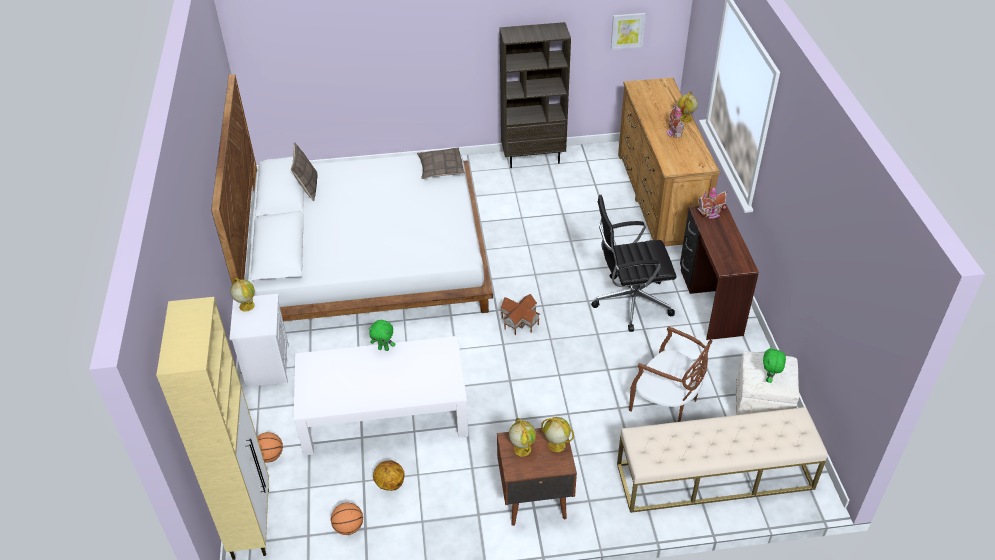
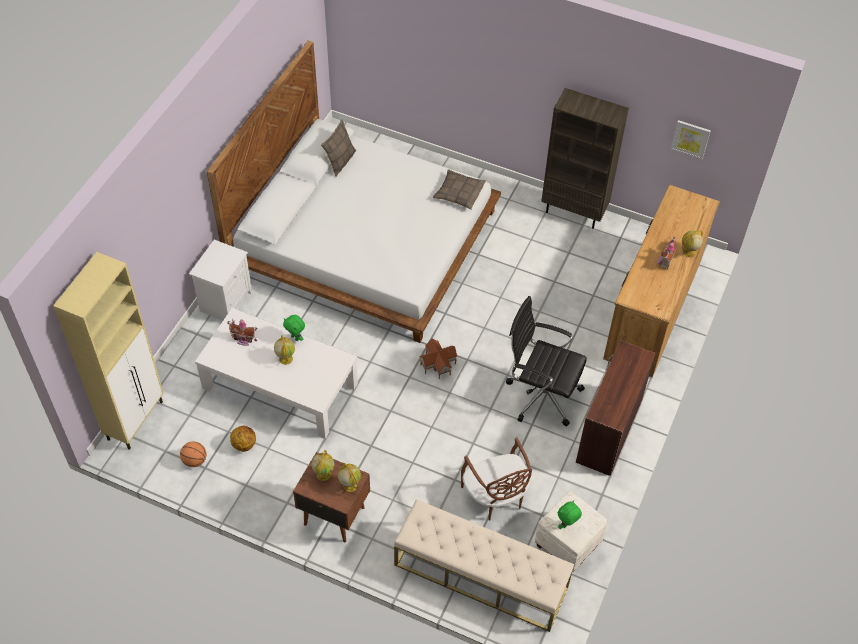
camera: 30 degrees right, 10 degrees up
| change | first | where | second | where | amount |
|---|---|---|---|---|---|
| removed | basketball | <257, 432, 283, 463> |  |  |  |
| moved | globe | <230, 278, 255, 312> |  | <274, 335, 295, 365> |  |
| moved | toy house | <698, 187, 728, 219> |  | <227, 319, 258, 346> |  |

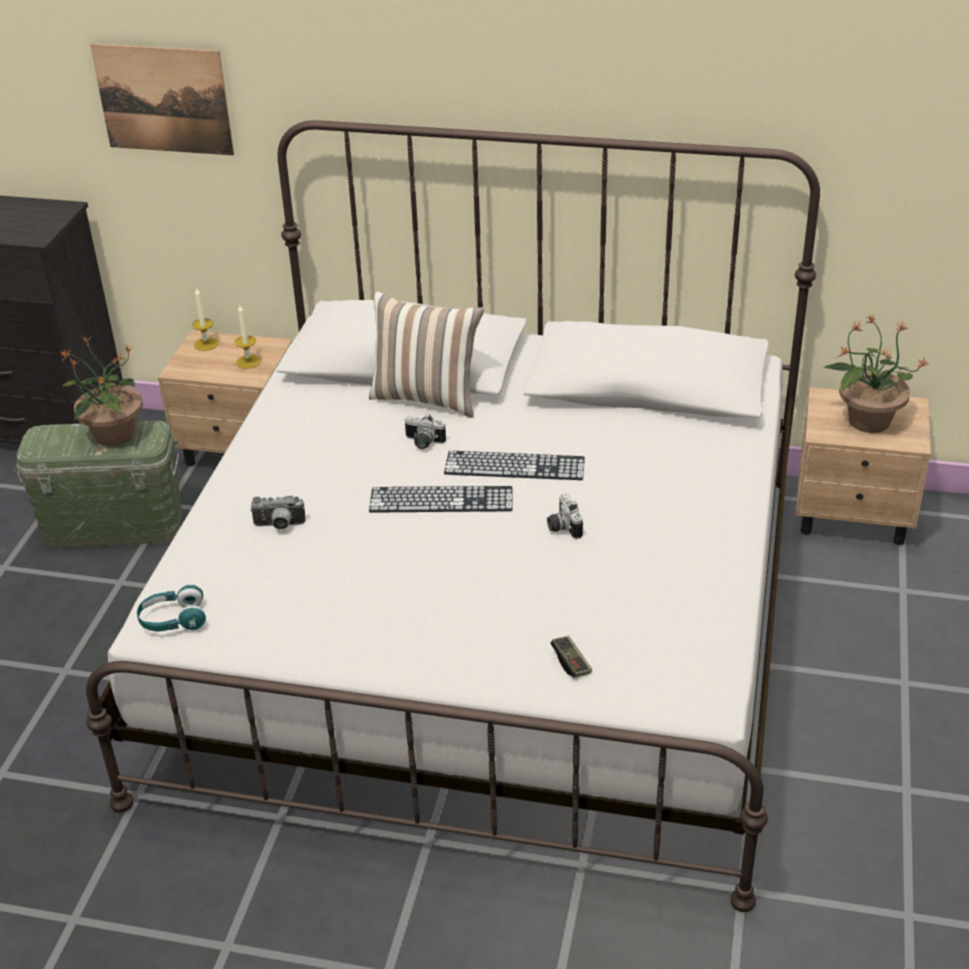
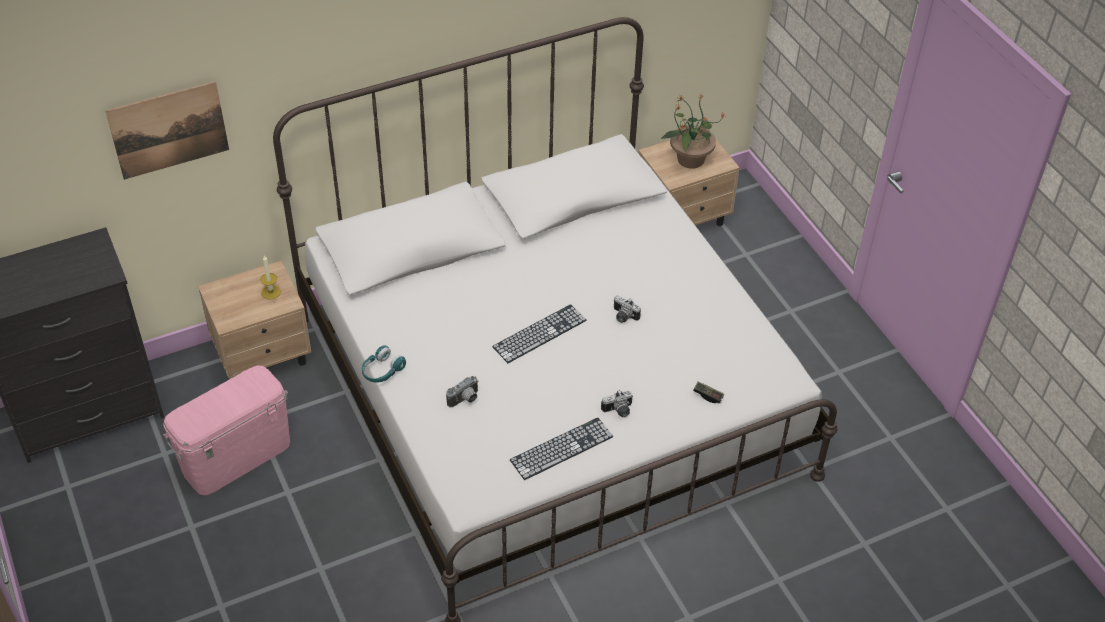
camera: 40 degrees left, 10 degrees up
| change | first | where | second | where | amount |
|---|---|---|---|---|---|
| removed | potted plant | <60, 336, 143, 446> |  |  |  |
| removed | candle | <192, 287, 218, 351> |  |  |  |
| removed | pillow | <369, 291, 484, 418> |  |  |  |
| moved | turquoise headphones | <137, 585, 206, 631> |  | <362, 345, 406, 383> |  |
| moved | photo camera | <405, 413, 446, 449> |  | <601, 390, 633, 417> |  |
| moved | keyboard | <444, 451, 585, 480> |  | <510, 418, 613, 480> |  |
| recoloured | green storage box | <15, 421, 182, 547> | pink storage box | <163, 366, 290, 495> |  |

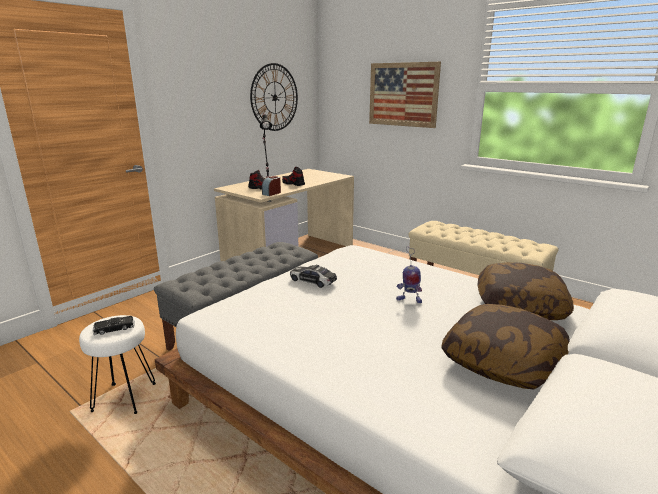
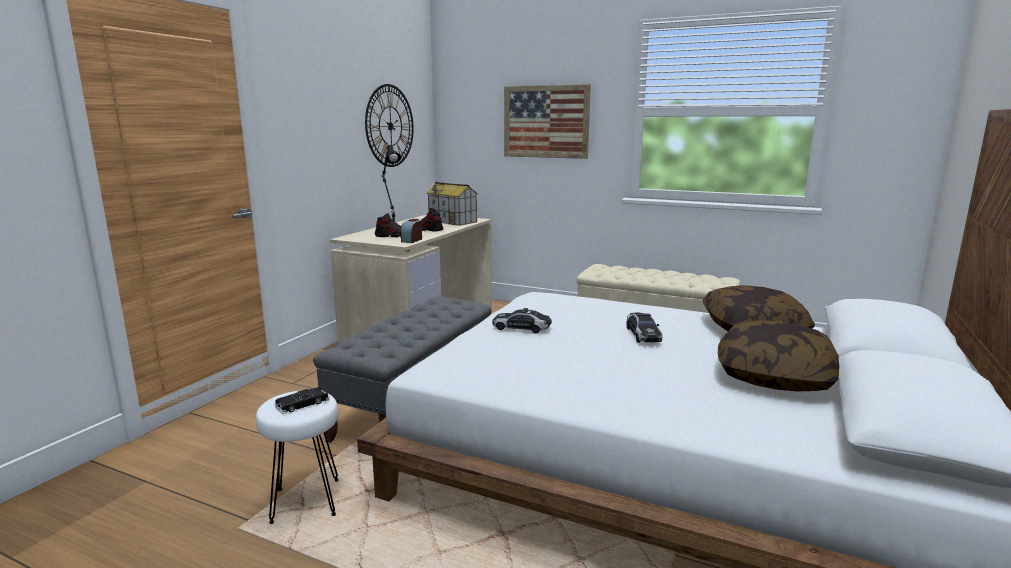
camera: 15 degrees left, 5 degrees down
| change | first | where | second | where | amount |
|---|---|---|---|---|---|
| added |  |  | toy house | <427, 182, 478, 226> |  |
| replaced | toy robot | <396, 246, 422, 303> | toy car | <627, 313, 663, 342> |  |

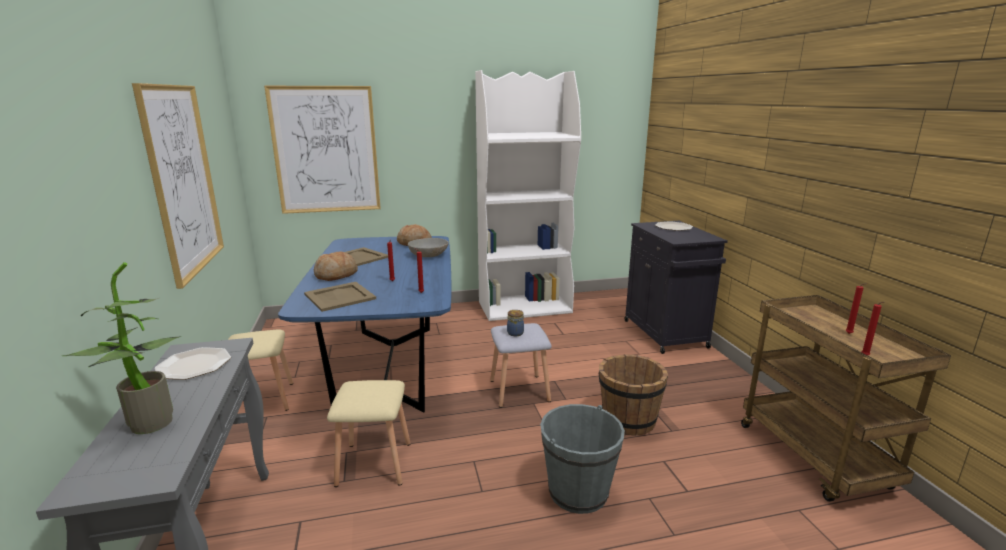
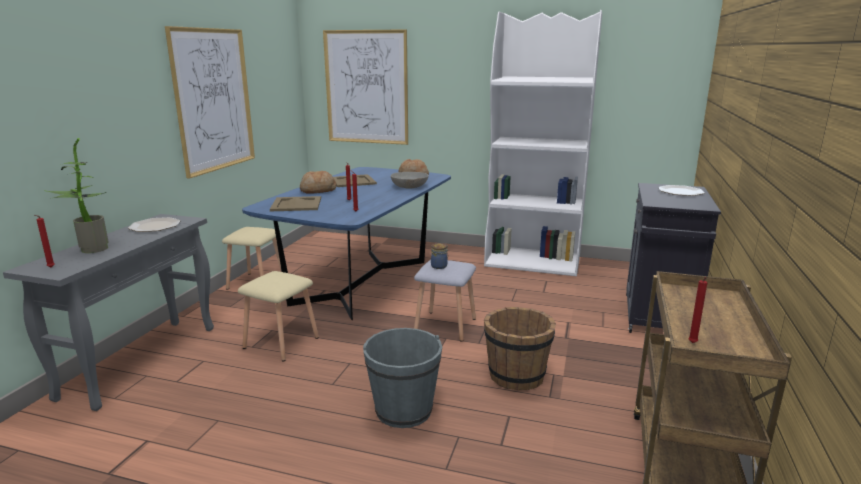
camera: 30 degrees right, 0 degrees up
| change | first | where | second | where | amount |
|---|---|---|---|---|---|
| moved | red candle | <846, 283, 868, 334> |  | <35, 215, 55, 268> |  |

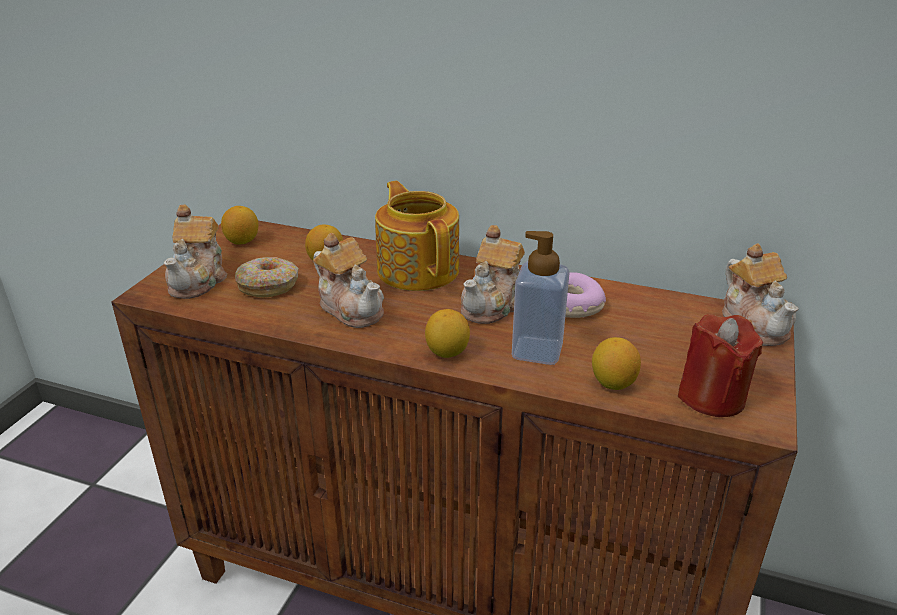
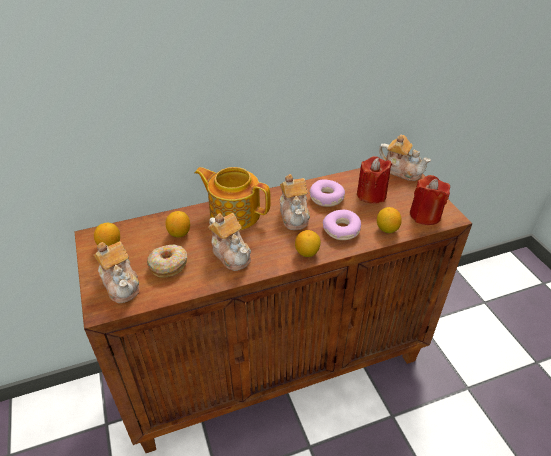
camera: 40 degrees left, 10 degrees up
| change | first | where | second | where | amount |
|---|---|---|---|---|---|
| added |  |  | red candle | <357, 156, 392, 204> |  |
| replaced | soap dispenser | <512, 231, 570, 365> | donut | <323, 210, 361, 240> |  |
| turned | teapot | <313, 233, 384, 328> |  | <208, 213, 251, 271> | 45 degrees clockwise |

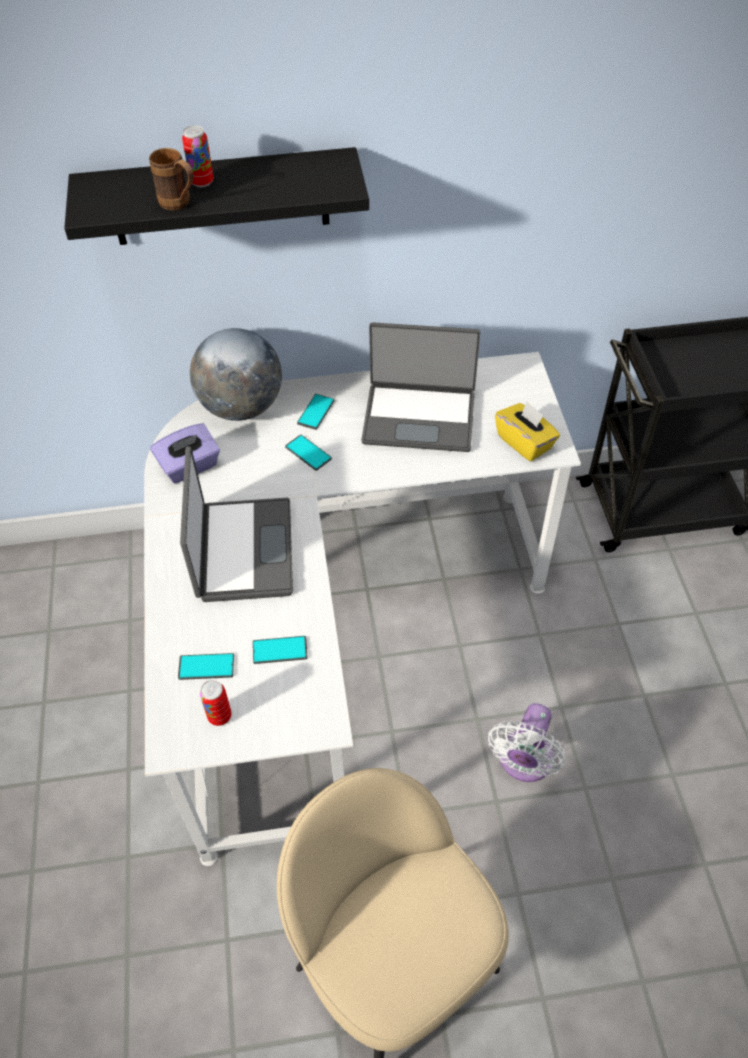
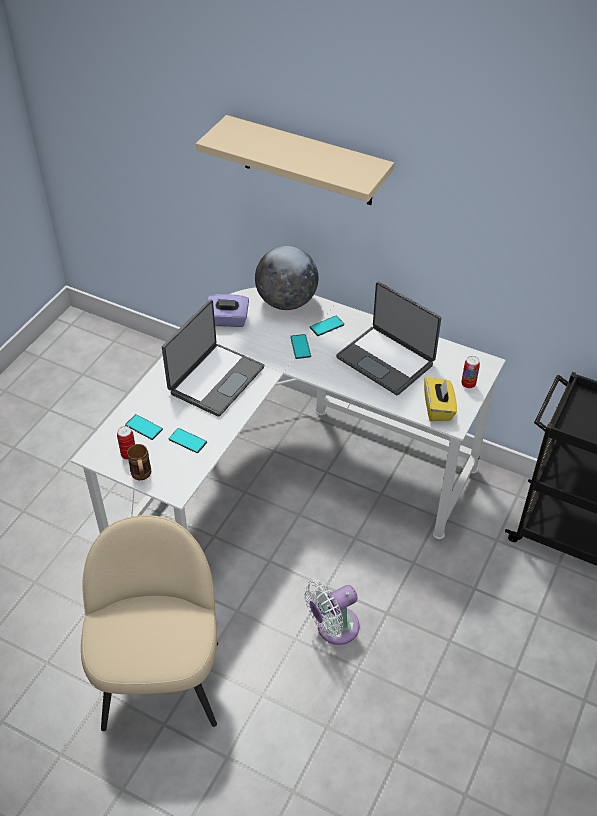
camera: 35 degrees right, 5 degrees down
| change | first | where | second | where | amount |
|---|---|---|---|---|---|
| moved | brown mug | <149, 148, 194, 210> |  | <127, 444, 151, 480> |  |
| moved | can | <182, 125, 214, 187> |  | <461, 356, 480, 388> |  |
| recoloured | black shelf | <64, 147, 369, 245> | beige shelf | <196, 115, 394, 205> |  |

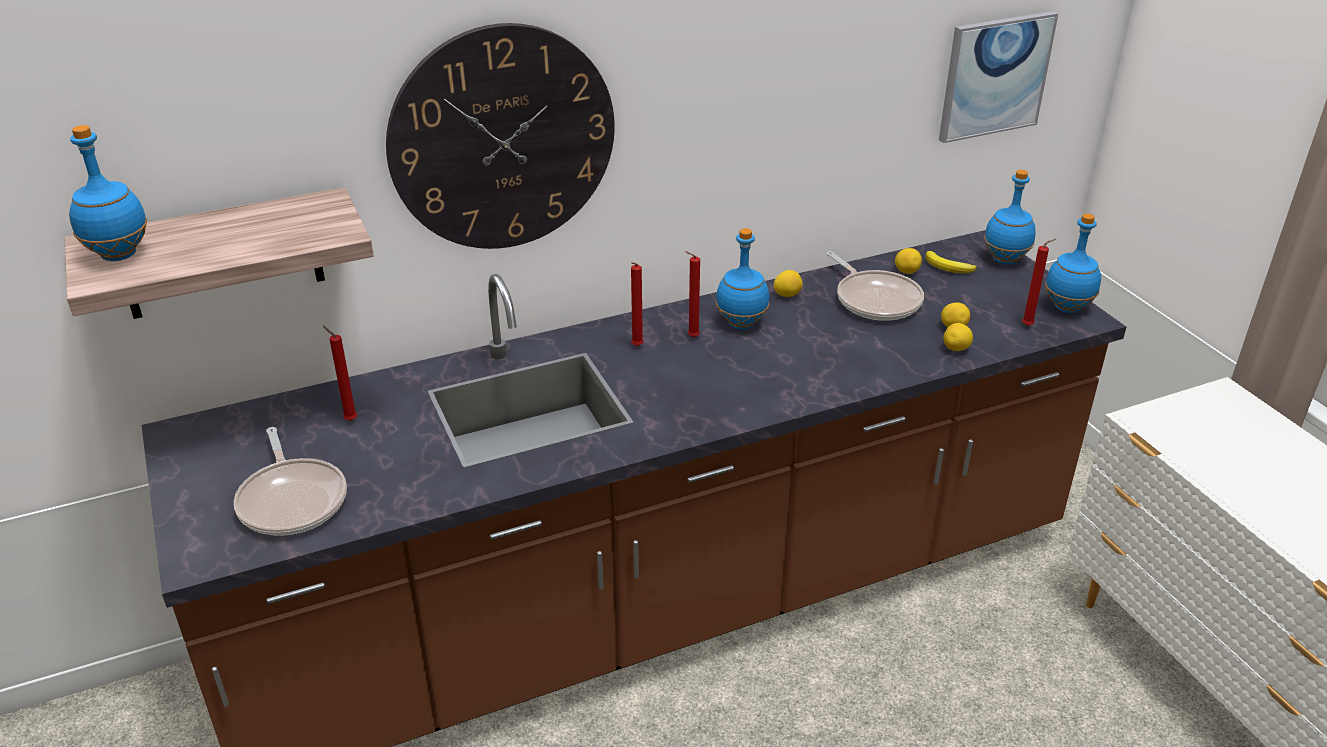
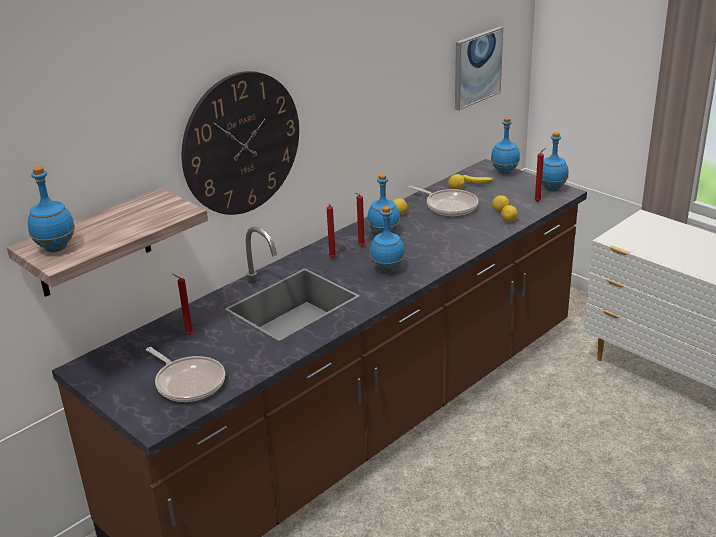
camera: 20 degrees left, 5 degrees down
| change | first | where | second | where | amount |
|---|---|---|---|---|---|
| added |  |  | blue bottle | <370, 206, 405, 273> |  |

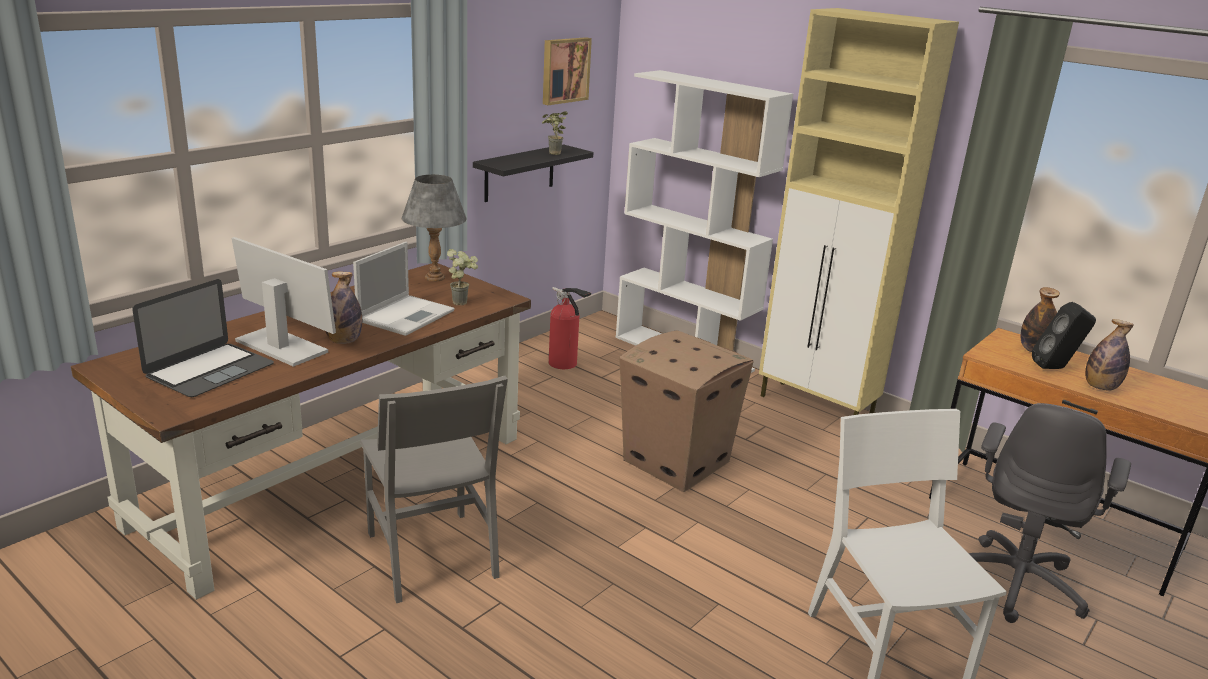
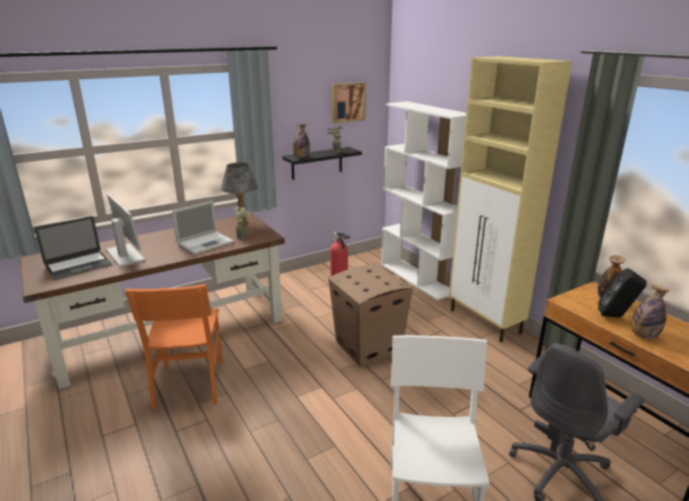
camera: 20 degrees right, 0 degrees up
| change | first | where | second | where | amount |
|---|---|---|---|---|---|
| moved | bottle | <326, 272, 362, 344> |  | <293, 124, 310, 158> |  |
| recoloured | grey chair | <360, 376, 508, 603> | orange chair | <125, 284, 223, 410> |  |

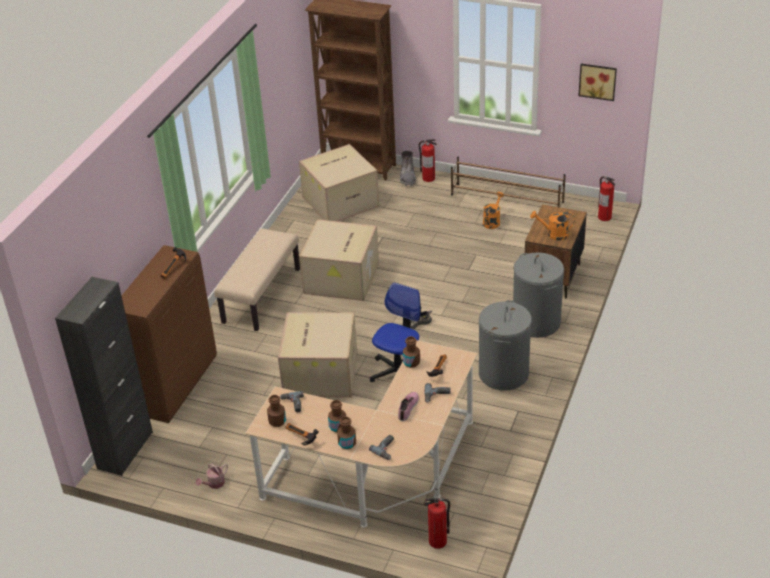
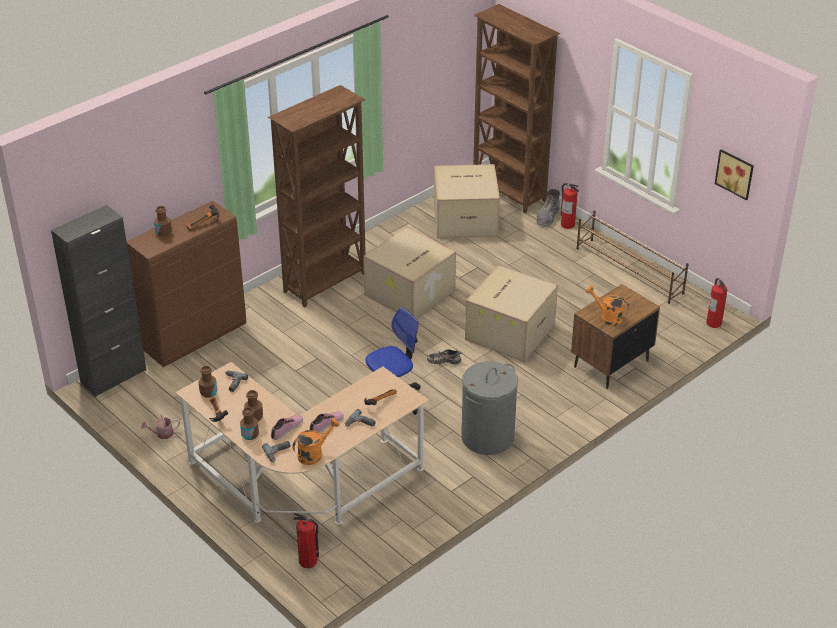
camera: 25 degrees right, 0 degrees up
| change | first | where | second | where | amount |
|---|---|---|---|---|---|
| removed | grey laundry basket | <513, 252, 564, 338> |  |  |  |
| added |  |  | shoe | <271, 415, 303, 440> |  |
| moved | cardboard box | <278, 312, 357, 397> |  | <465, 265, 558, 362> |  |
| moved | brown bottle | <403, 336, 420, 368> |  | <154, 206, 172, 237> |  |
| moved | orange watering can | <483, 192, 504, 229> |  | <293, 418, 339, 465> |  |
| replaced | beige bench | <214, 228, 300, 331> | brown bookcase | <268, 85, 366, 308> |  |

